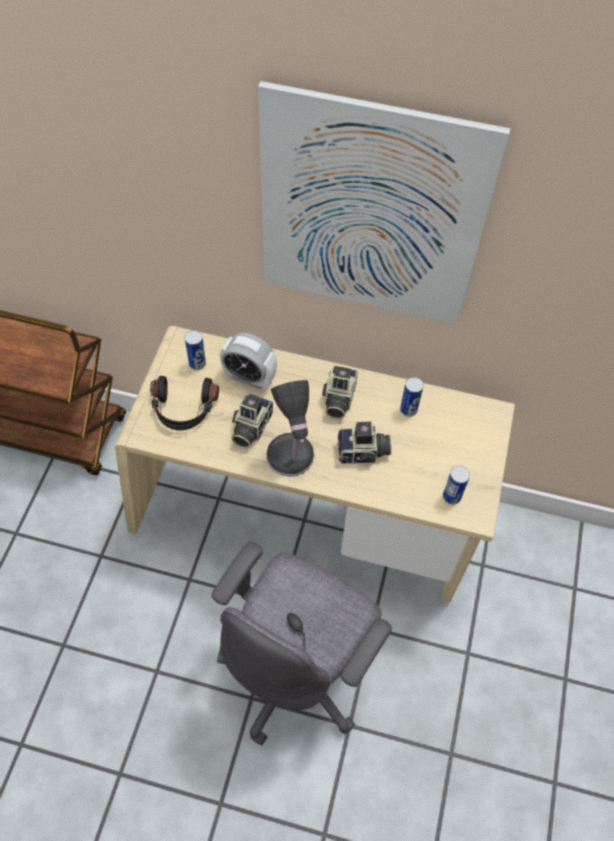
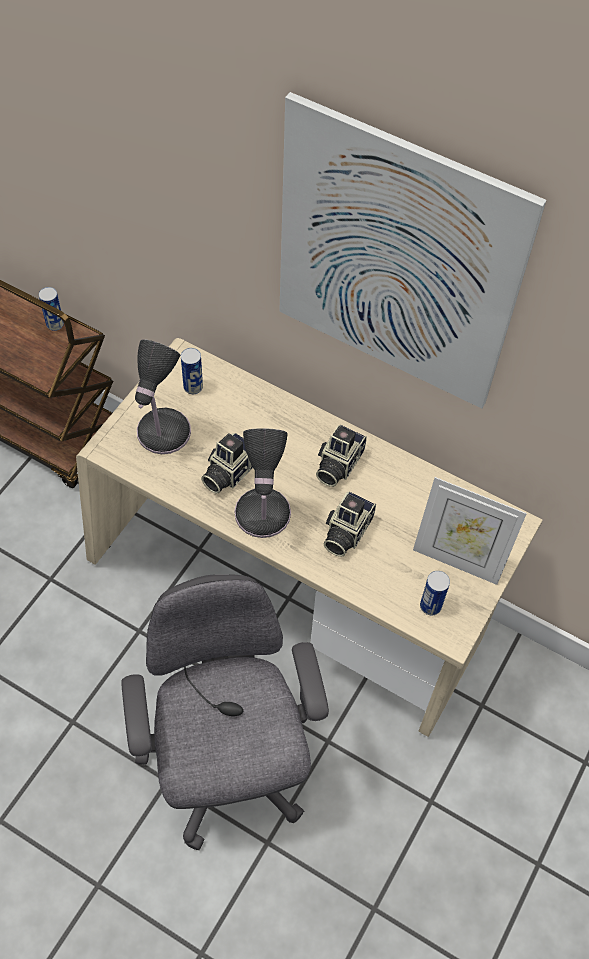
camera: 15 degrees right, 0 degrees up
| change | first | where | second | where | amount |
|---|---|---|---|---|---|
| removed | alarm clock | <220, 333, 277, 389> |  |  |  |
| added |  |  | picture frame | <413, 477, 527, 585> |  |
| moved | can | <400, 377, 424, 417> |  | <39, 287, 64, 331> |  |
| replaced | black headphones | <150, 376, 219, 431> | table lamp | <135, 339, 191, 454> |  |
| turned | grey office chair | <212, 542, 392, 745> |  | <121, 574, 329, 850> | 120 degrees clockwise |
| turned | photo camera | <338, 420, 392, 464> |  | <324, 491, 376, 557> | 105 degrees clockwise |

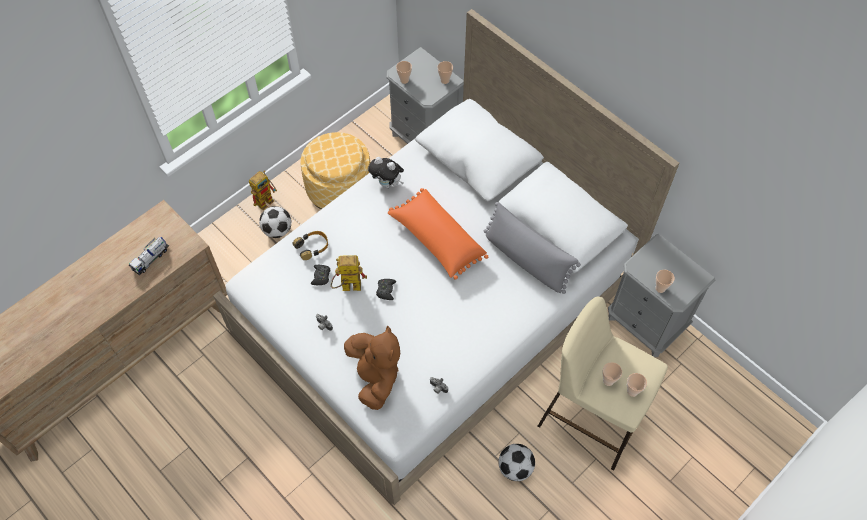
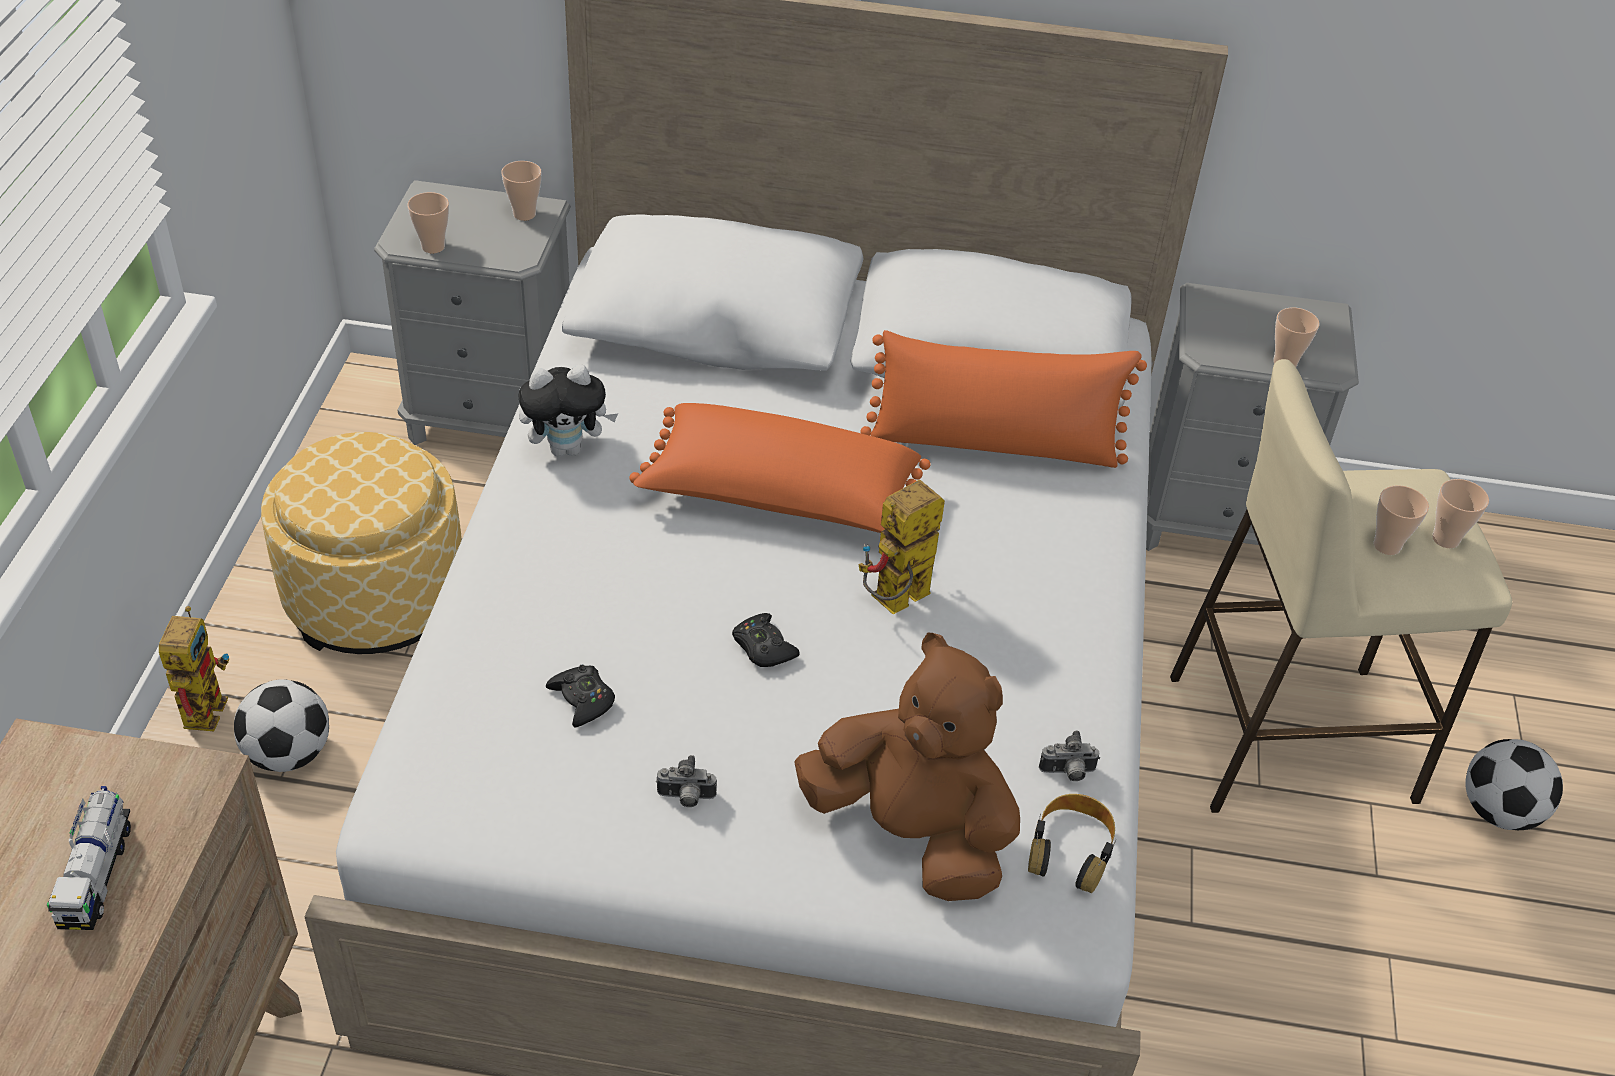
camera: 40 degrees left, 15 degrees down
| change | first | where | second | where | amount |
|---|---|---|---|---|---|
| moved | headphones | <293, 231, 328, 260> |  | <1028, 794, 1116, 893> |  |
| moved | toy robot | <331, 255, 367, 291> |  | <858, 479, 945, 614> |  |
| moved | football | <498, 444, 535, 481> |  | <1465, 739, 1563, 830> |  |
| recoloured | grey pillow | <484, 202, 581, 294> | orange pillow | <861, 330, 1147, 468> |  |

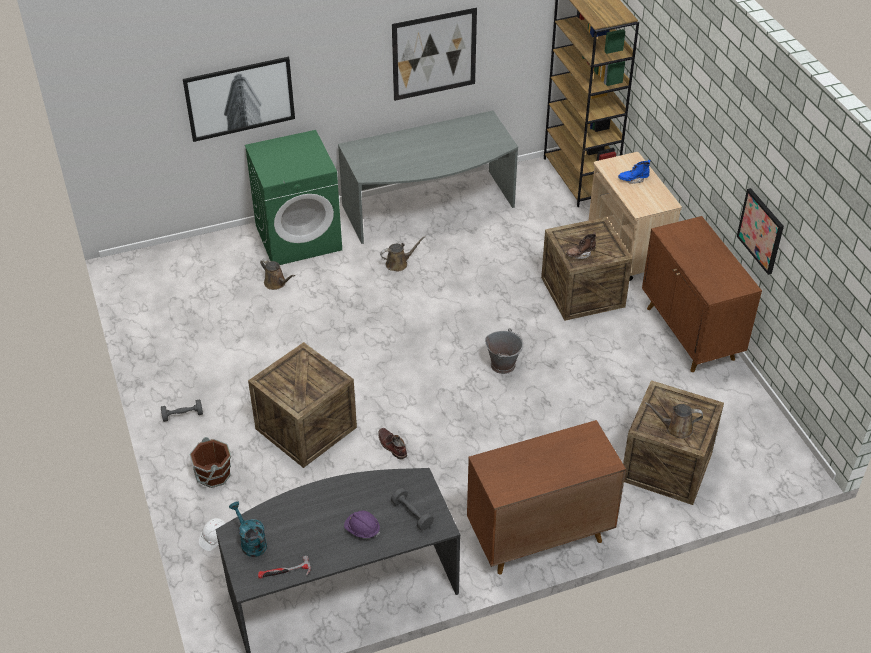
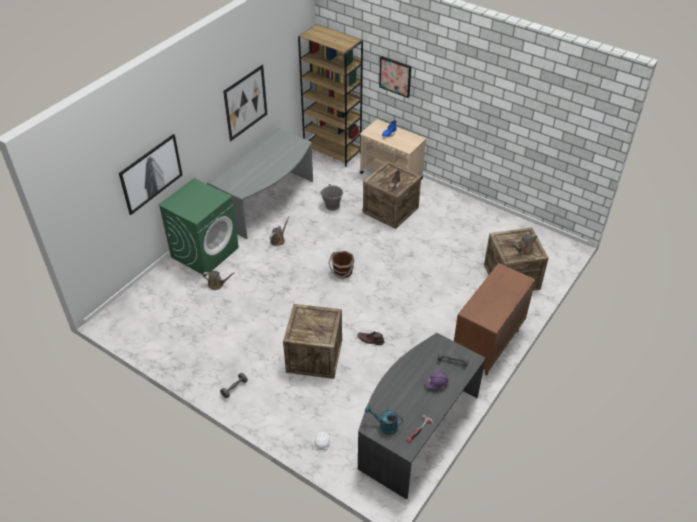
camera: 35 degrees left, 0 degrees up
| change | first | where | second | where | amount |
|---|---|---|---|---|---|
| removed | brown cabinet | <642, 216, 762, 372> |  |  |  |
| moved | brown bucket | <190, 437, 231, 488> |  | <328, 251, 355, 279> |  |
| moved | grey bucket | <485, 328, 524, 374> |  | <320, 184, 344, 211> |  |
| moved | picture | <737, 188, 784, 275> |  | <379, 56, 411, 98> |  |

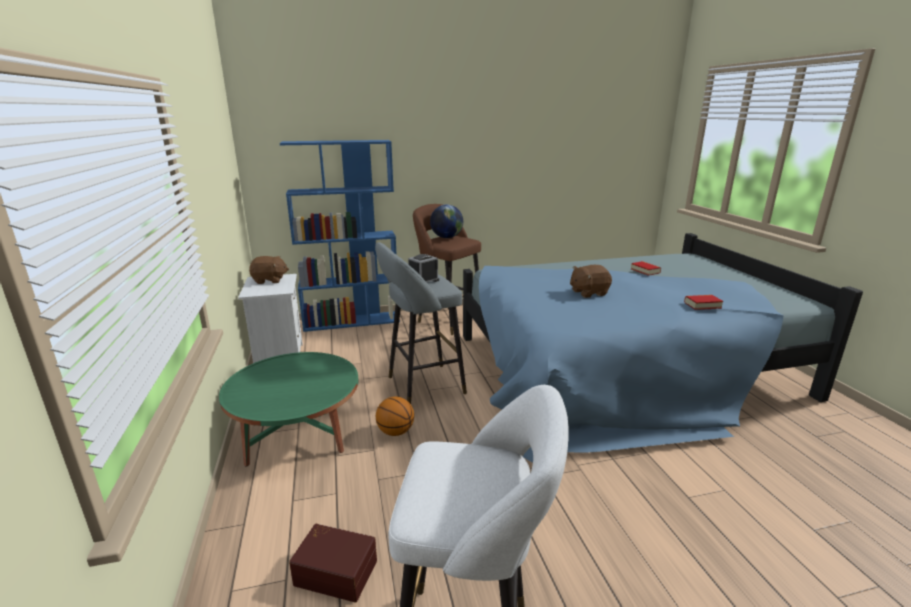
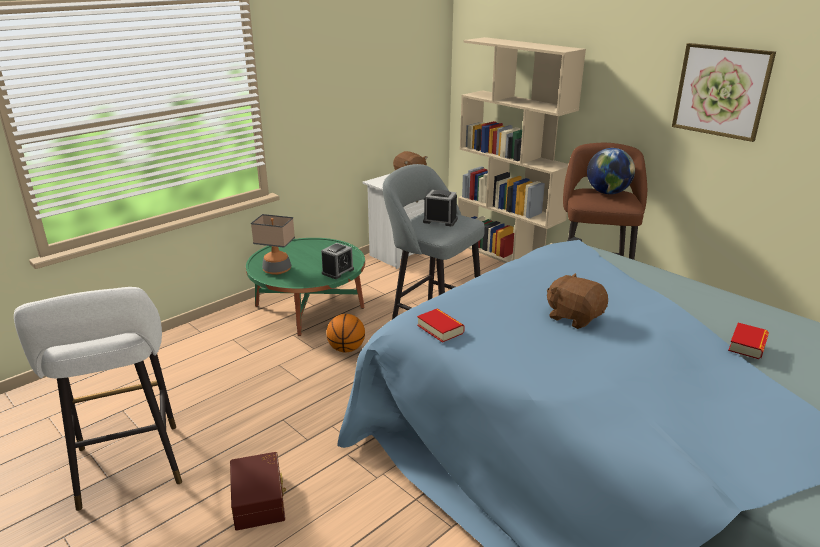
camera: 60 degrees right, 5 degrees up
| change | first | where | second | where | amount |
|---|---|---|---|---|---|
| added |  |  | table lamp | <251, 214, 295, 275> |  |
| added |  |  | alarm clock | <321, 243, 354, 279> |  |
| added |  |  | picture | <672, 43, 776, 142> |  |
| moved | brown storage box | <289, 524, 377, 602> |  | <230, 452, 286, 531> |  |
| moved | book | <684, 295, 723, 310> |  | <417, 308, 465, 343> |  |
| recoloured | blue bookcase | <280, 140, 400, 332> | beige bookcase | <458, 37, 586, 263> |  |

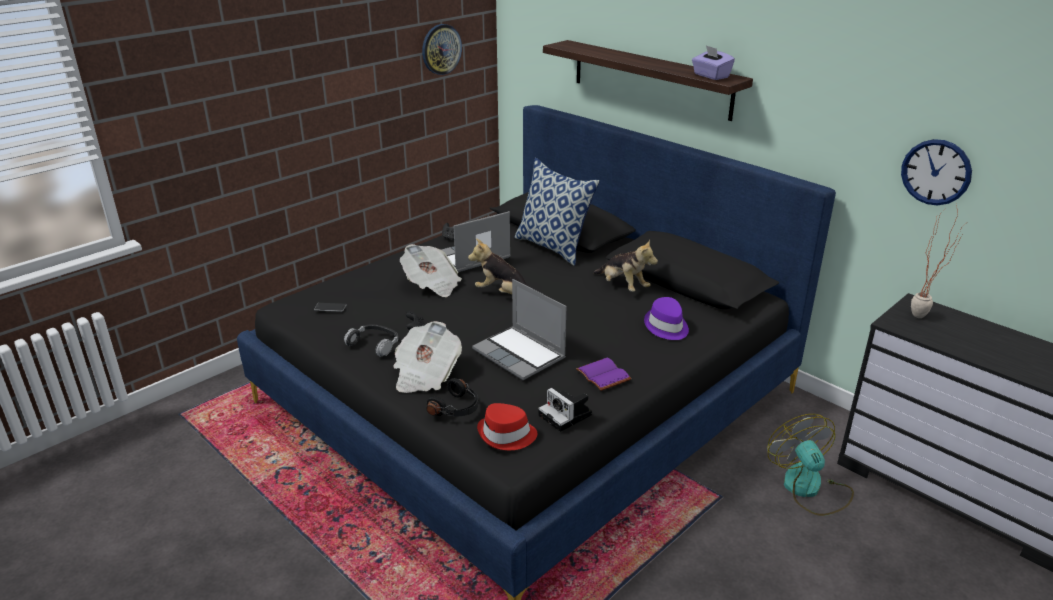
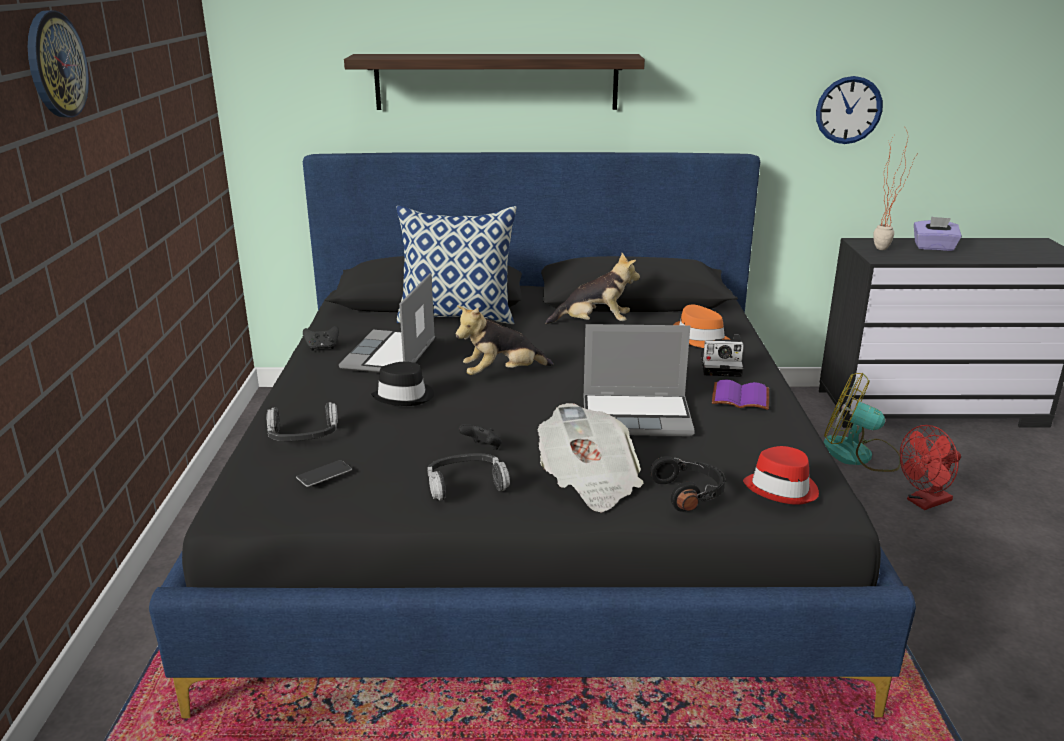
camera: 45 degrees left, 5 degrees down
| change | first | where | second | where | amount |
|---|---|---|---|---|---|
| added |  |  | headphones | <267, 402, 338, 441> |  |
| added |  |  | red fan | <900, 425, 961, 510> |  |
| moved | wall clock | <422, 24, 462, 75> |  | <28, 10, 89, 117> |  |
| moved | photo camera | <538, 388, 592, 432> |  | <701, 335, 744, 377> |  |
| moved | purple tissue box | <692, 45, 735, 80> |  | <914, 216, 962, 251> |  |
| replaced | newspaper | <400, 244, 462, 297> | black hat | <371, 362, 434, 406> |  |
| recoloured | purple hat | <644, 297, 689, 340> | orange hat | <673, 304, 730, 348> |  |

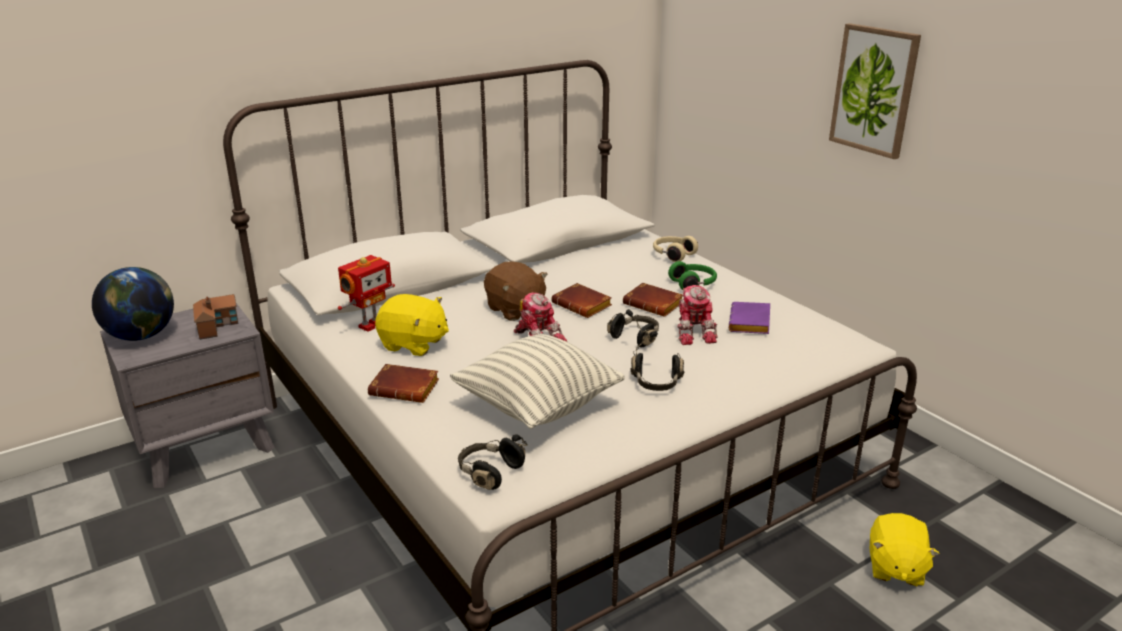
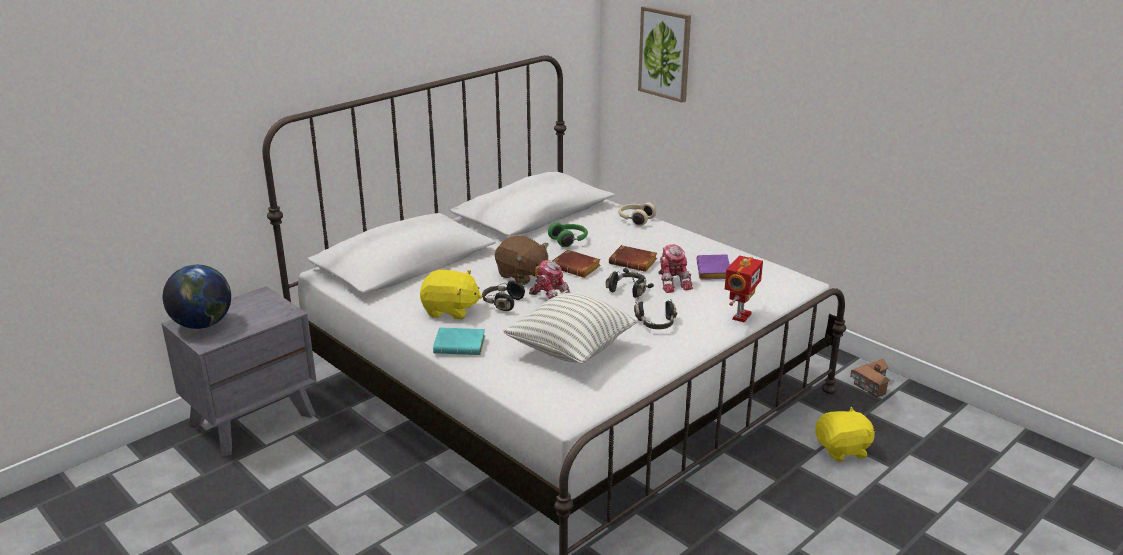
camera: 10 degrees left, 0 degrees up
| change | first | where | second | where | amount |
|---|---|---|---|---|---|
| moved | toy house | <193, 294, 239, 340> |  | <850, 359, 890, 398> |  |
| moved | toy robot | <338, 255, 395, 332> |  | <725, 255, 763, 323> |  |
| moved | black headphones | <458, 434, 528, 490> |  | <482, 274, 527, 311> |  |
| moved | green headphones | <668, 261, 717, 290> |  | <548, 223, 588, 247> |  |
| moved | picture | <829, 23, 921, 159> |  | <638, 6, 691, 103> |  |
| recoloured | brown book | <368, 364, 439, 403> | turquoise book | <433, 328, 485, 355> |  |
| turned | yellow plush toy | <870, 513, 939, 586> |  | <815, 407, 875, 462> | 105 degrees counterclockwise |

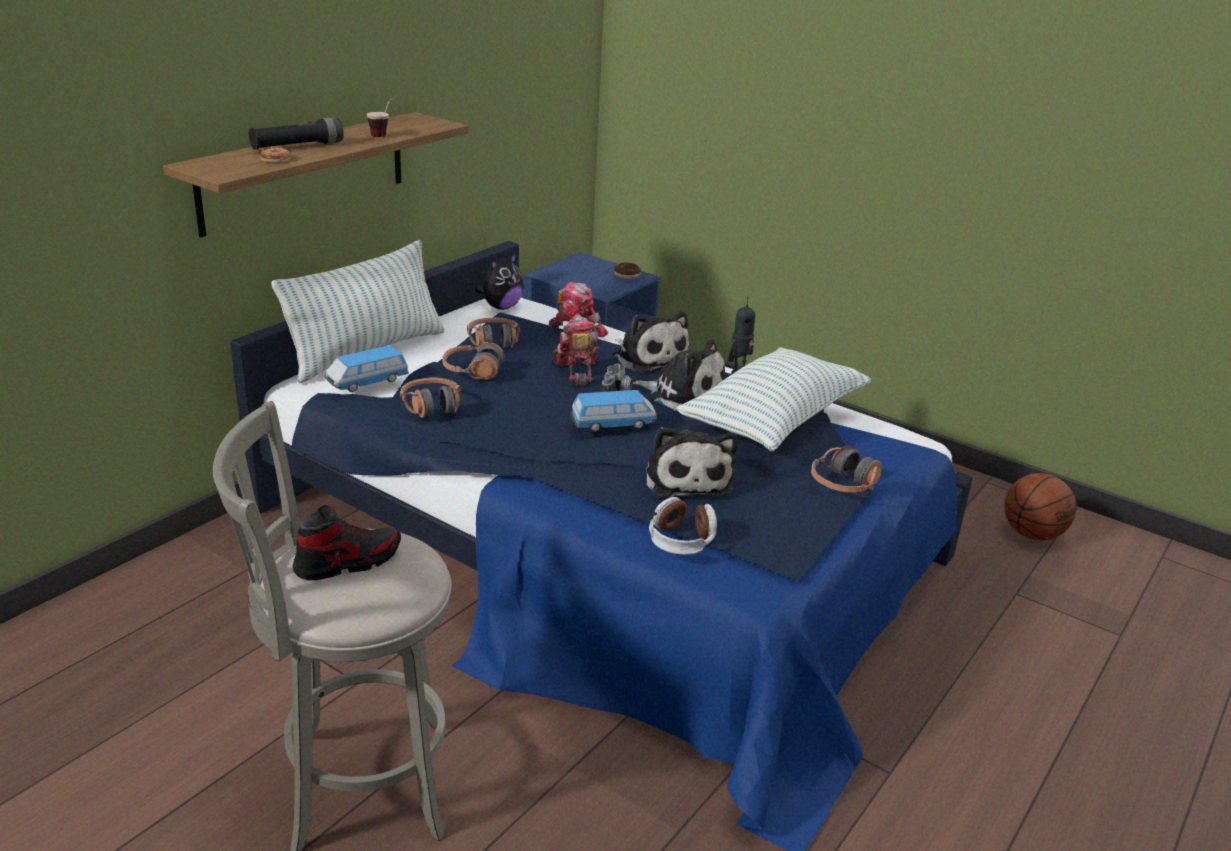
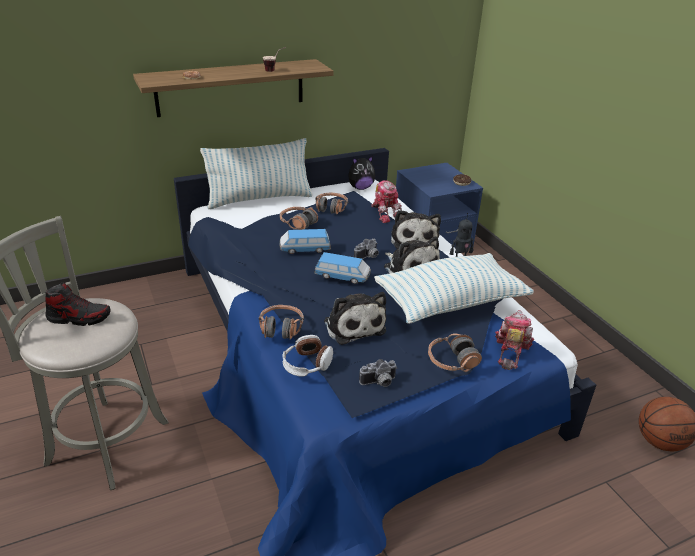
camera: 30 degrees right, 5 degrees up
| change | first | where | second | where | amount |
|---|---|---|---|---|---|
| removed | black flashlight | <249, 118, 344, 150> |  |  |  |
| added |  |  | photo camera | <359, 359, 397, 387> |  |
| moved | toy car | <325, 345, 409, 392> |  | <279, 229, 331, 254> |  |
| moved | headphones | <400, 378, 461, 418> |  | <259, 305, 304, 340> |  |
| moved | toy robot | <552, 315, 599, 385> |  | <495, 310, 534, 370> |  |
| turned | plush toy | <646, 427, 737, 498> |  | <324, 292, 386, 345> | 45 degrees counterclockwise |

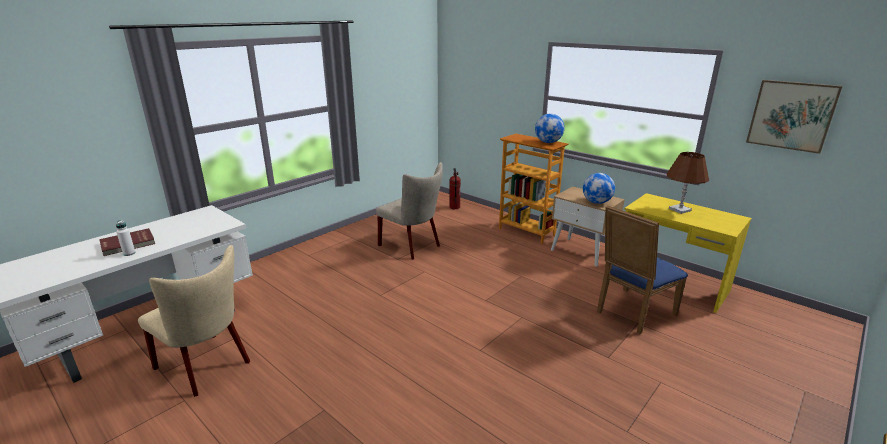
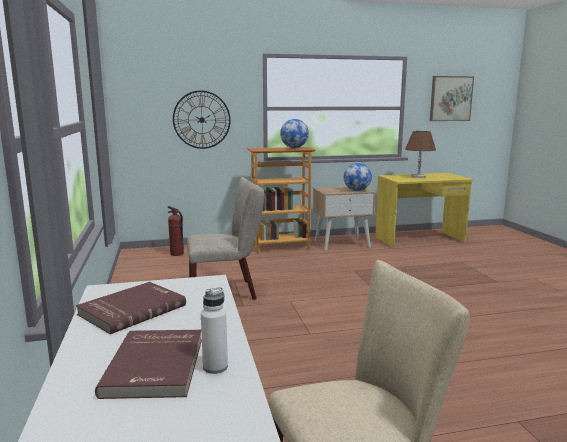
camera: 55 degrees left, 10 degrees down
| change | first | where | second | where | amount |
|---|---|---|---|---|---|
| removed | blue chair | <597, 205, 688, 334> |  |  |  |
| added |  |  | red book | <76, 282, 186, 334> |  |
| added |  |  | wall clock | <173, 90, 231, 149> |  |

